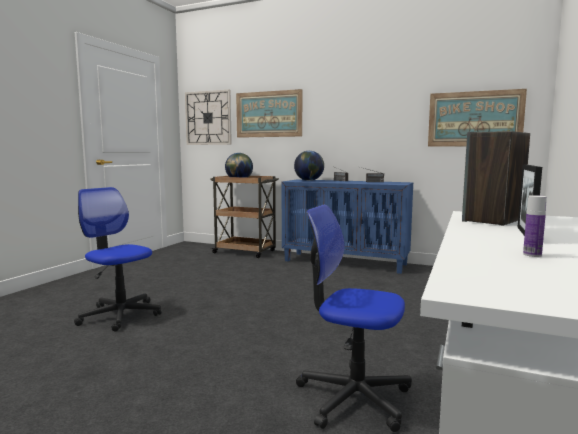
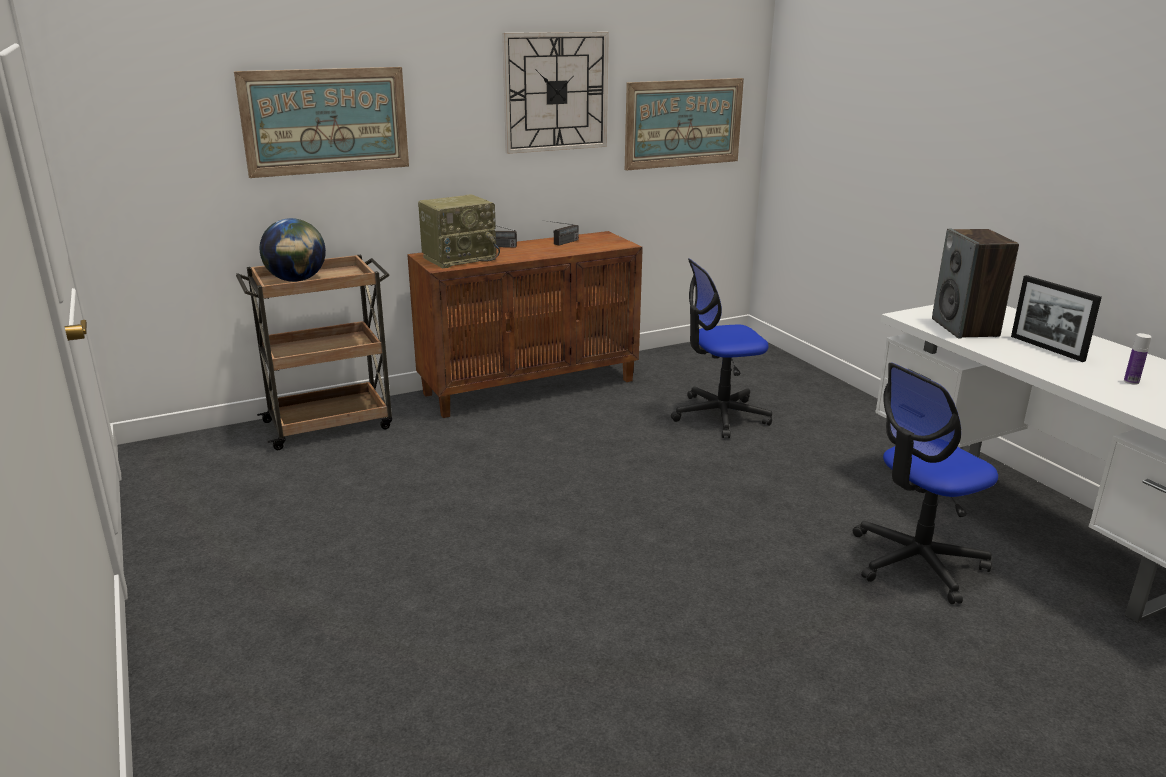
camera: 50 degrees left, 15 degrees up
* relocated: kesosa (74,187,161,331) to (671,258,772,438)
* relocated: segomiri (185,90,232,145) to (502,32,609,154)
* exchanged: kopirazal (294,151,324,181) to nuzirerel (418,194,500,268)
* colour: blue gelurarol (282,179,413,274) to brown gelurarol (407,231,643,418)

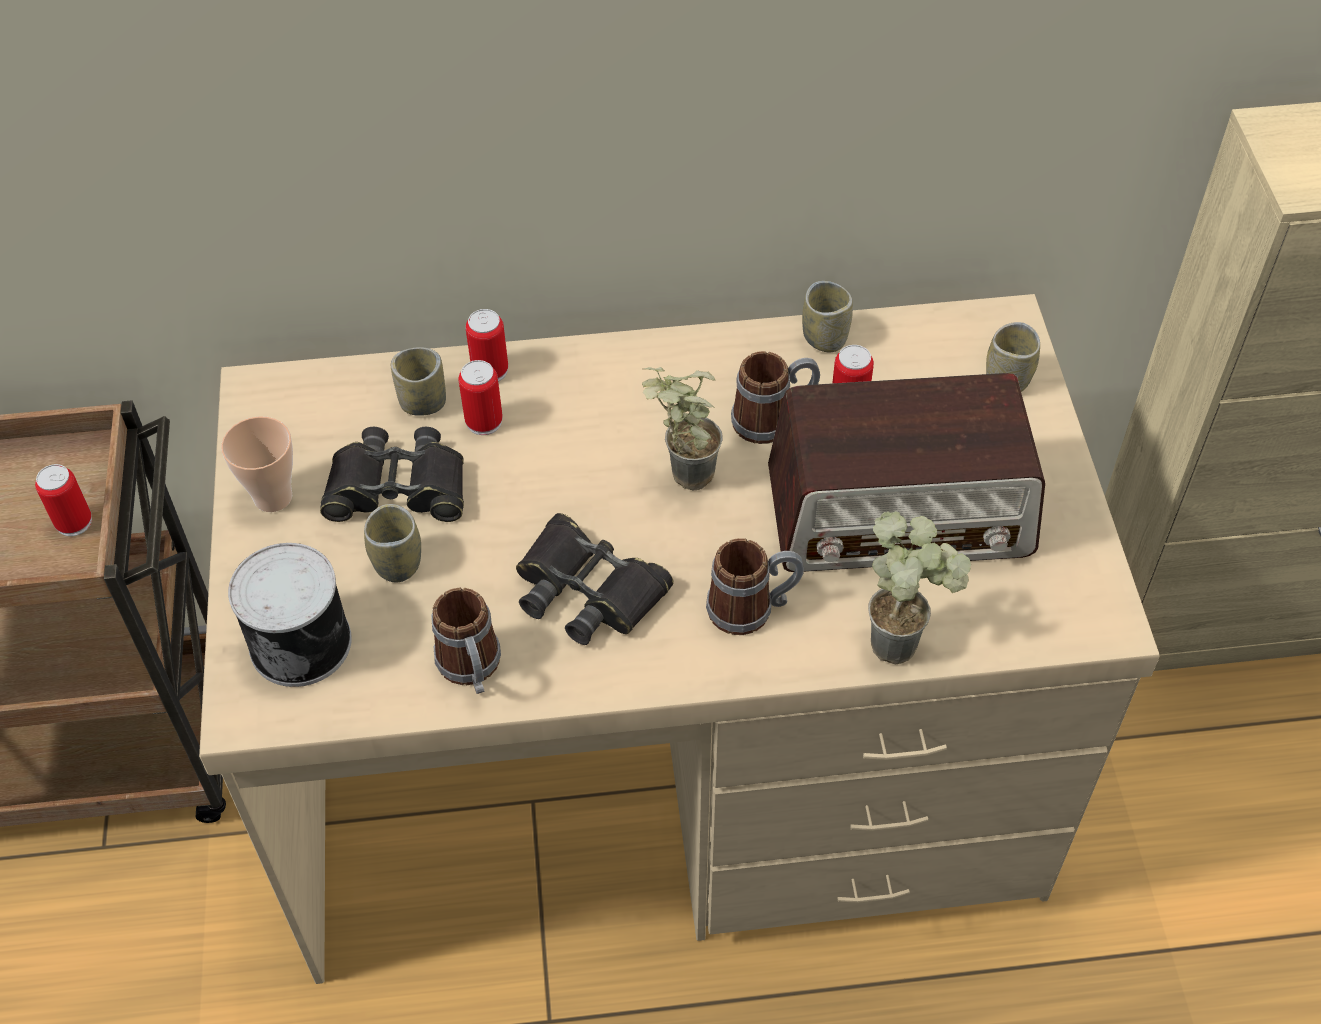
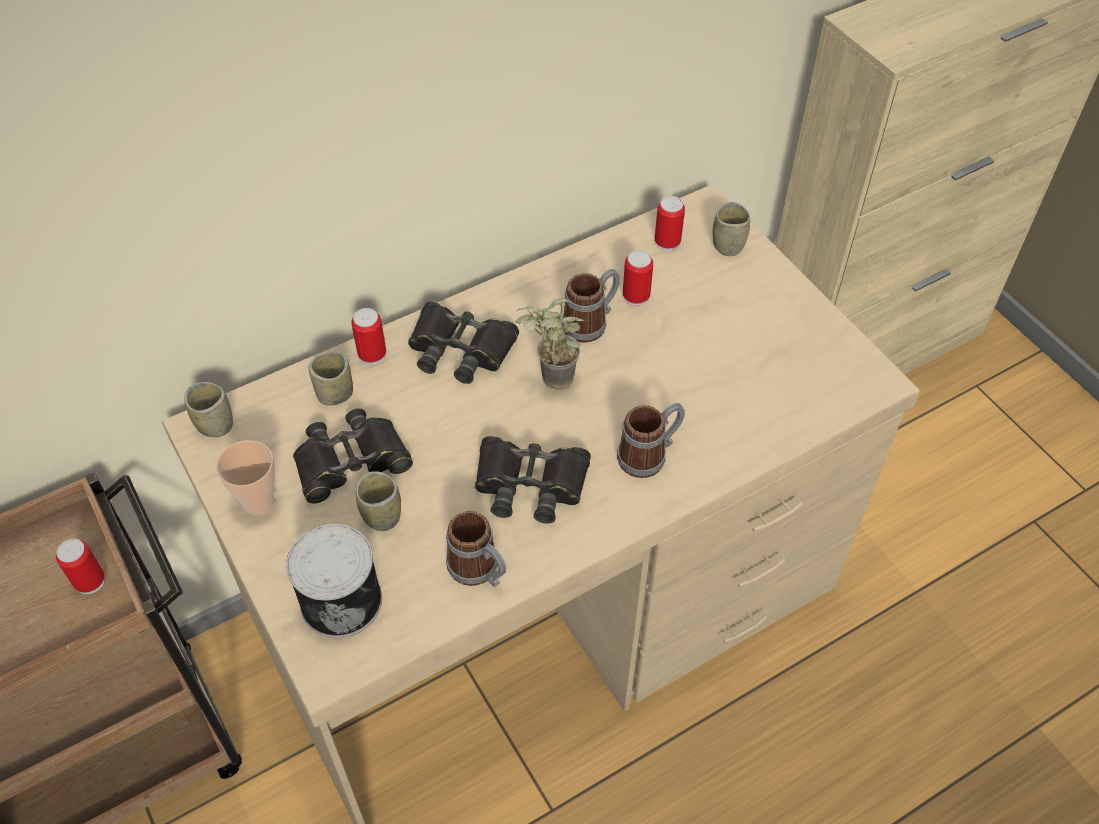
camera: 25 degrees left, 0 degrees up
* missing: nuzirerel (768,373,1045,572)
* missing: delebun (868,511,971,664)
* appeared: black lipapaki (408,301,519,384)
* relocated: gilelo (459,360,503,435) to (655,196,685,251)
* relocated: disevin (802,281,853,352) to (185,382,233,437)

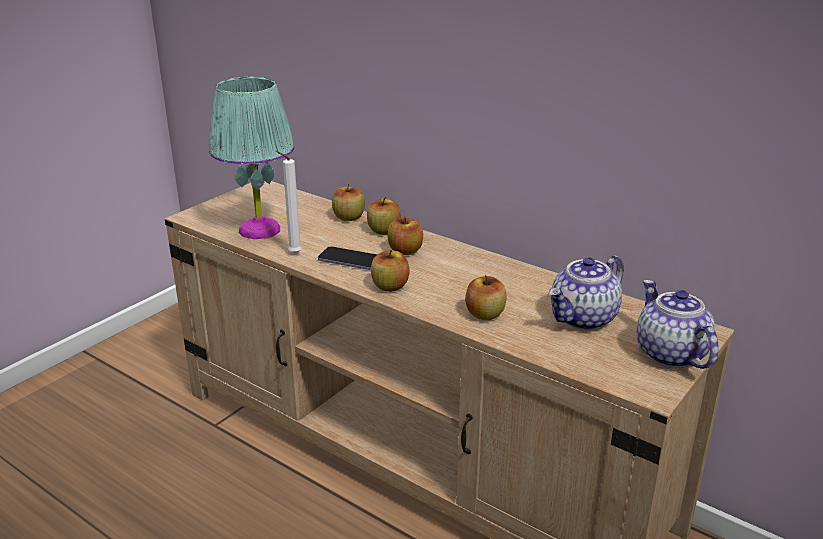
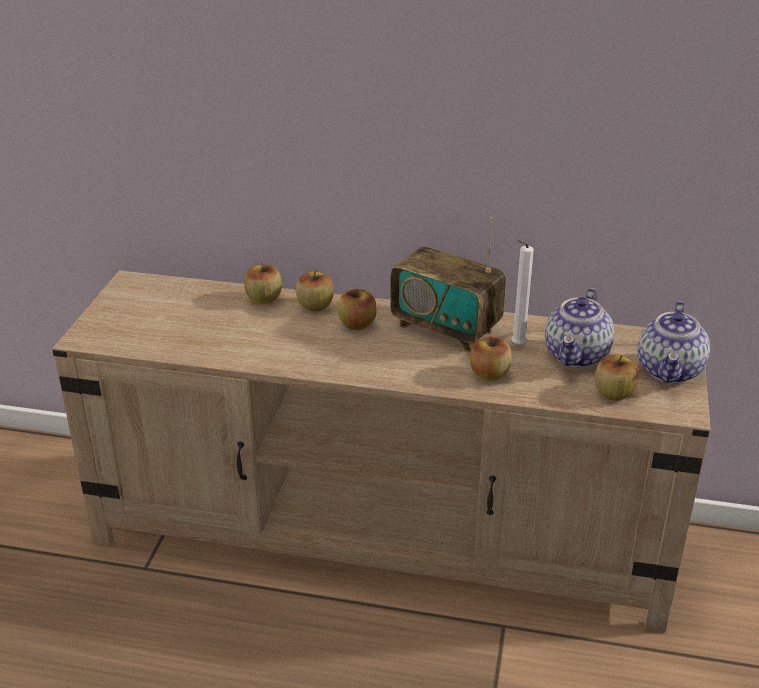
camera: 25 degrees left, 5 degrees up
* missing: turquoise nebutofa (209,76,294,239)
* missing: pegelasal (318,246,377,270)
* appeared: nuzirerel (390,217,507,352)
* relocated: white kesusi (276,151,302,254) to (511,240,534,345)
* relocated: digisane (371,250,410,292) to (595,354,639,400)
* spun: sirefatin (637,280,719,369) = (638,301,710,383) 120 degrees counterclockwise

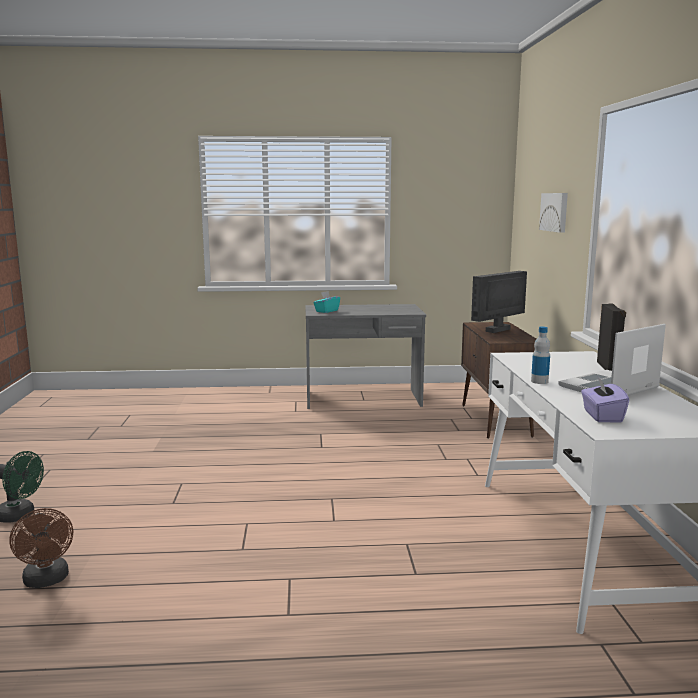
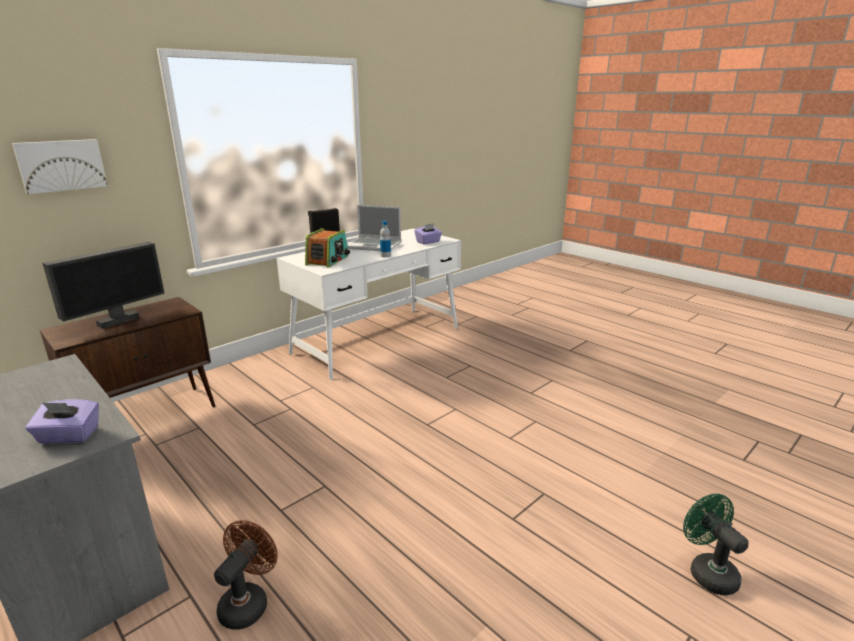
camera: 130 degrees left, 10 degrees up
* appeared: nuzirerel (305,228,350,268)
* relocated: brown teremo (9,508,73,588) to (214,520,278,630)
* colour: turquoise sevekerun (313,291,340,313) to purple sevekerun (26,399,99,444)
* spun: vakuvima (471,271,527,333) = (42,242,165,329) 60 degrees counterclockwise

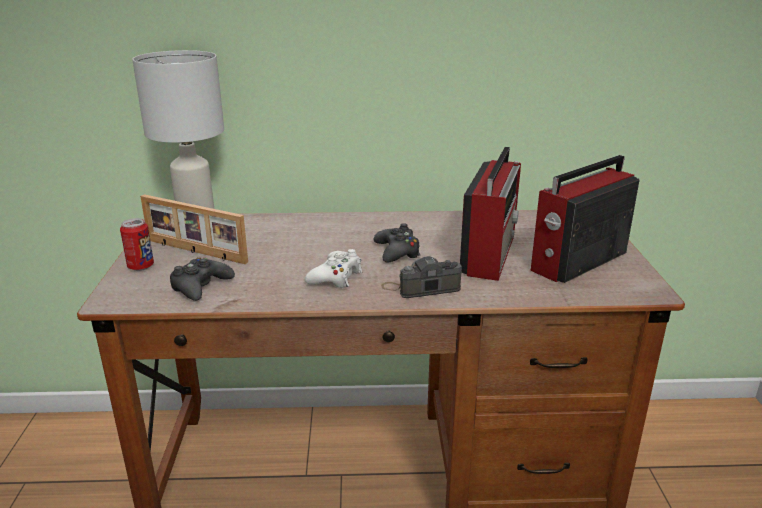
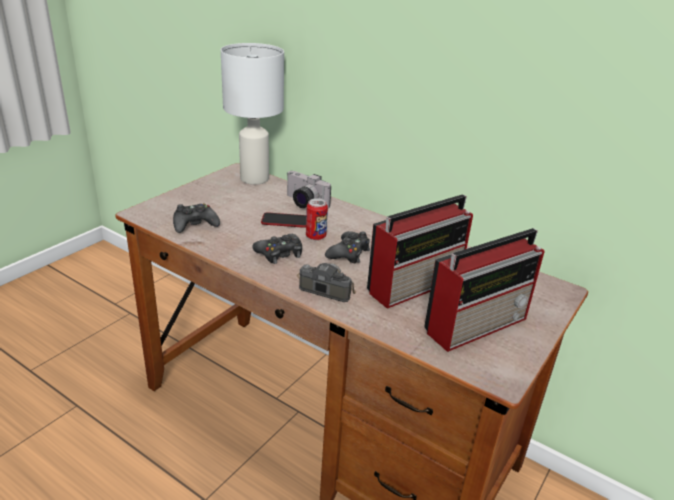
camera: 35 degrees right, 5 degrees up
* missing: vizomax (140,194,248,264)
* appeared: pegelasal (261,212,306,228)
* appeared: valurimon (287,171,331,208)
* relocated: gilelo (120,218,154,271) to (306,198,328,240)
* colour: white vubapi (305,249,362,288) to black vubapi (252,234,302,264)
* spun: nuzirerel (531,155,640,283) = (424,228,544,352) 150 degrees clockwise

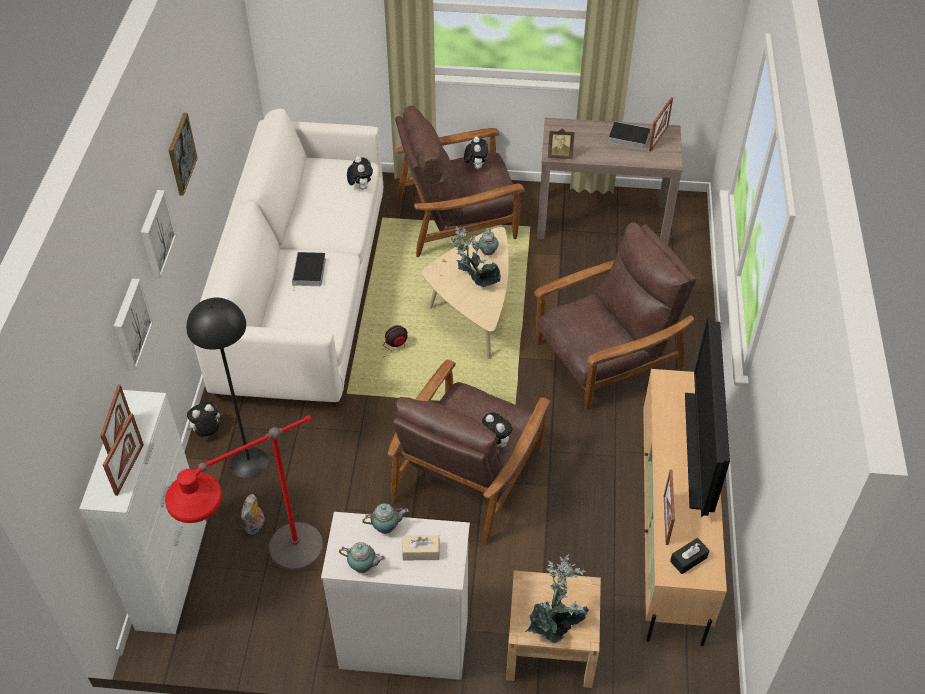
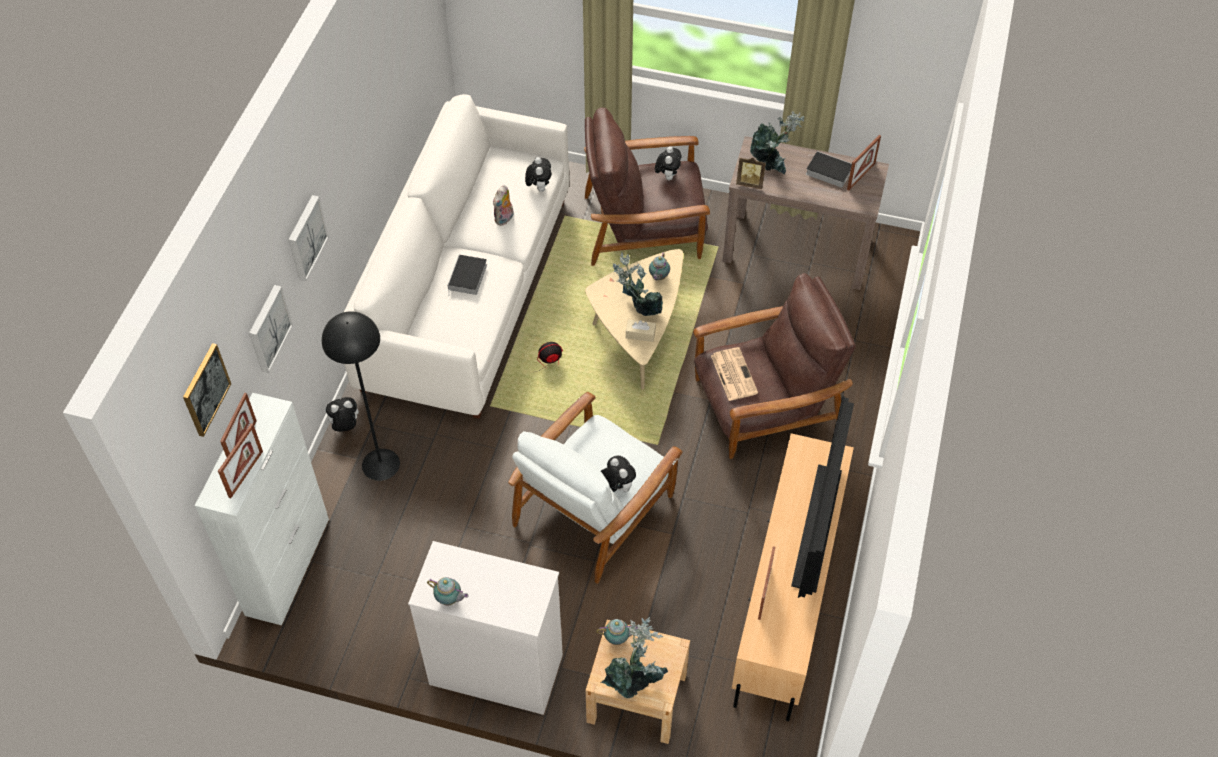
camera: 10 degrees right, 5 degrees up
* missing: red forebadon (165,415,324,572)
* missing: black sevekerun (670,538,709,574)
* appeared: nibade (711,347,758,401)
* appeared: delebun (750,111,804,174)
* relocated: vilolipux (169,113,198,196) to (183,343,231,437)
* relocated: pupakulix (241,494,265,535) to (493,185,513,226)
* relocated: sirefatin (362,503,409,534) to (596,619,638,645)
* relocated: beige sevekerun (402,535,440,560) to (626,319,656,342)
* colour: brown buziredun (388,360,551,544) to white buziredun (508,392,683,584)

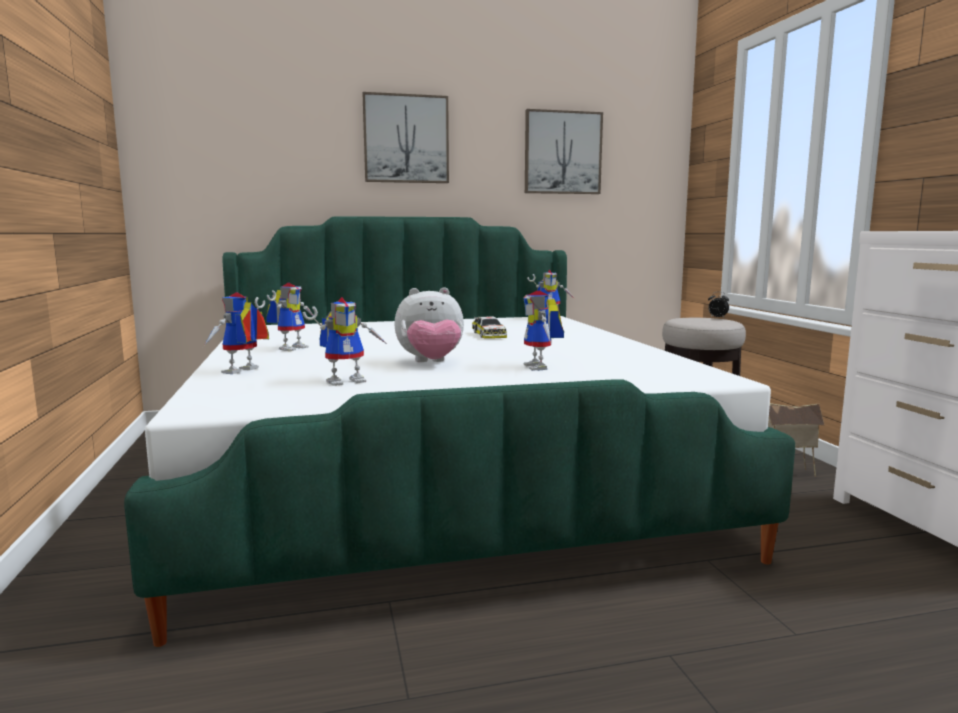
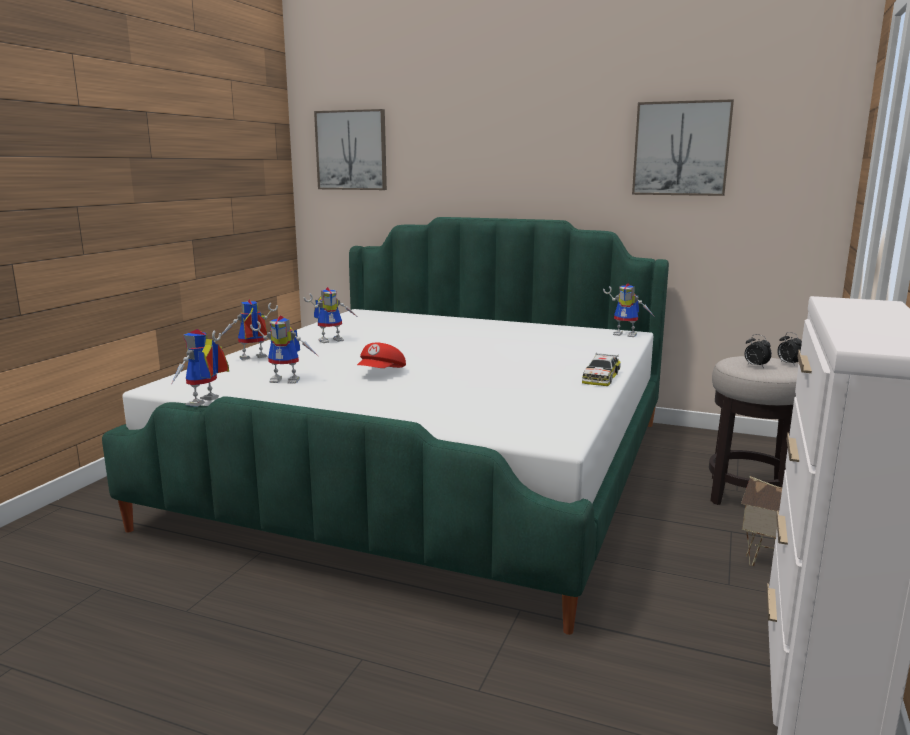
camera: 35 degrees right, 5 degrees up
* appeared: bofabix (744,334,772,368)
* relocated: vilolipux (362,92,449,183) to (314,109,387,190)
* relocated: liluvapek (472,316,507,339) to (582,353,621,386)
* relocated: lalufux (523,290,564,371) to (172,329,229,407)
* exchanged: pupakulix (394,287,464,362) to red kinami (357,343,406,368)

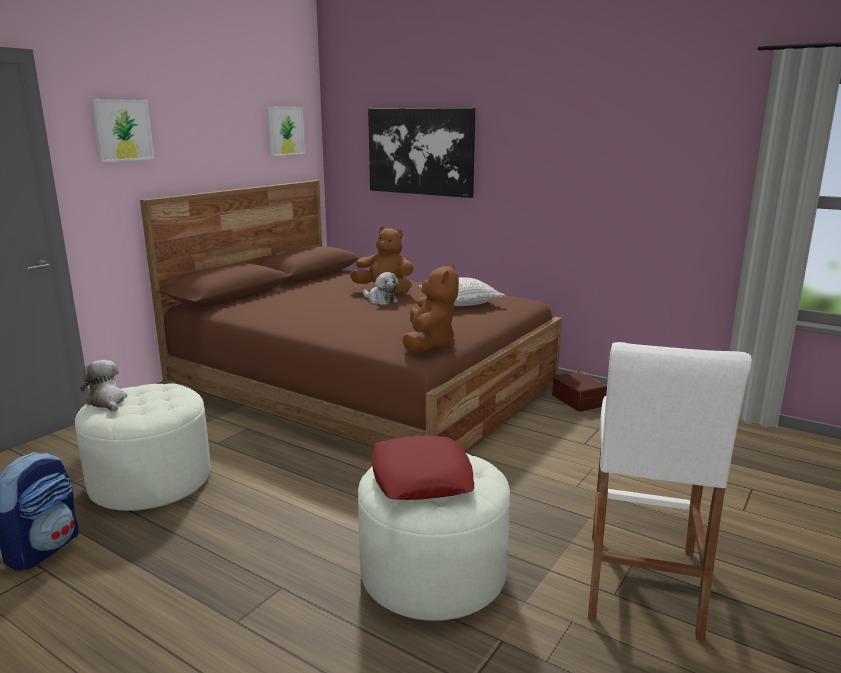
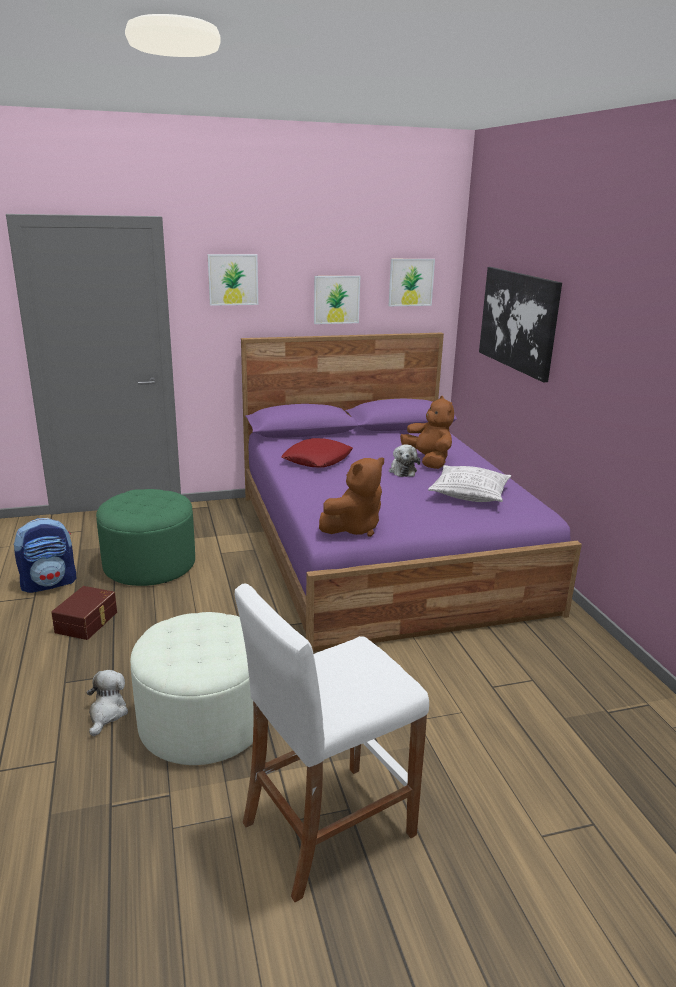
camera: 40 degrees right, 5 degrees up
* appeared: vilolipux (314,276,361,324)
* relocated: pupakulix (81,360,127,411) to (87,670,128,736)
* relocated: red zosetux (372,435,474,500) to (281,438,353,468)
* relocated: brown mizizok (552,371,607,412) to (51,586,117,640)
* colour: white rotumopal (75,383,211,511) to green rotumopal (96,489,195,586)
* colour: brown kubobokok (140,180,562,453) to purple kubobokok (241,333,582,652)

